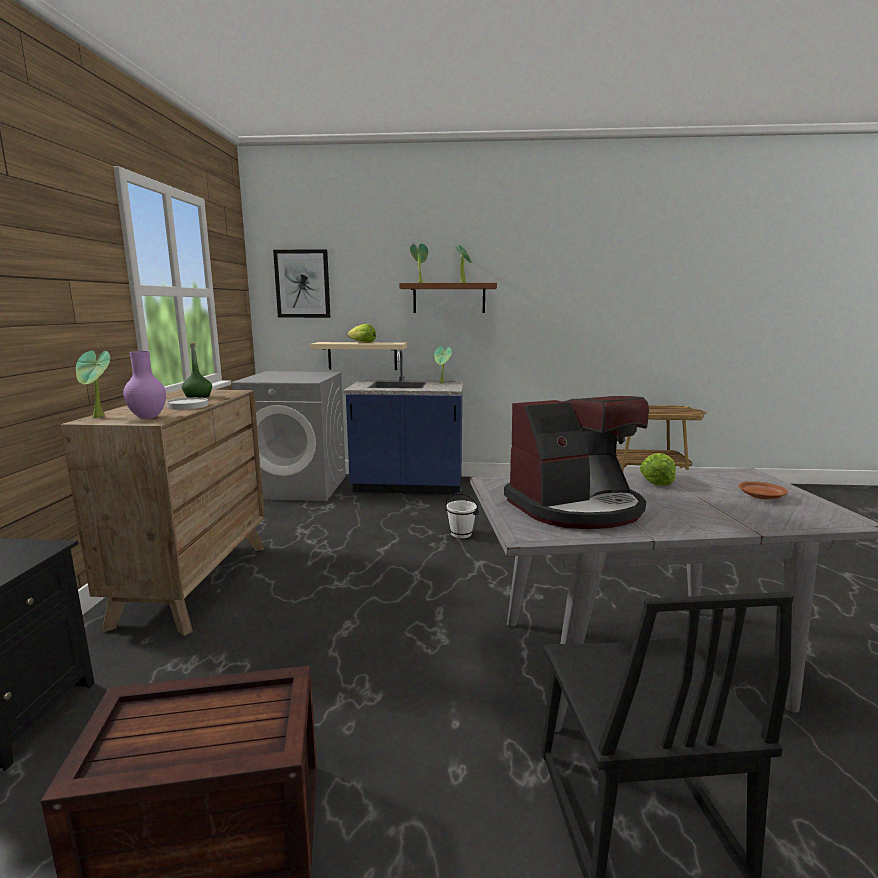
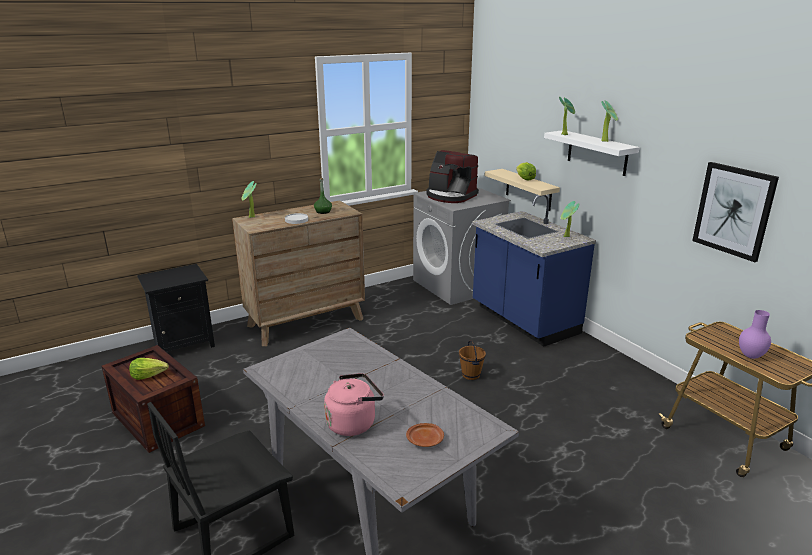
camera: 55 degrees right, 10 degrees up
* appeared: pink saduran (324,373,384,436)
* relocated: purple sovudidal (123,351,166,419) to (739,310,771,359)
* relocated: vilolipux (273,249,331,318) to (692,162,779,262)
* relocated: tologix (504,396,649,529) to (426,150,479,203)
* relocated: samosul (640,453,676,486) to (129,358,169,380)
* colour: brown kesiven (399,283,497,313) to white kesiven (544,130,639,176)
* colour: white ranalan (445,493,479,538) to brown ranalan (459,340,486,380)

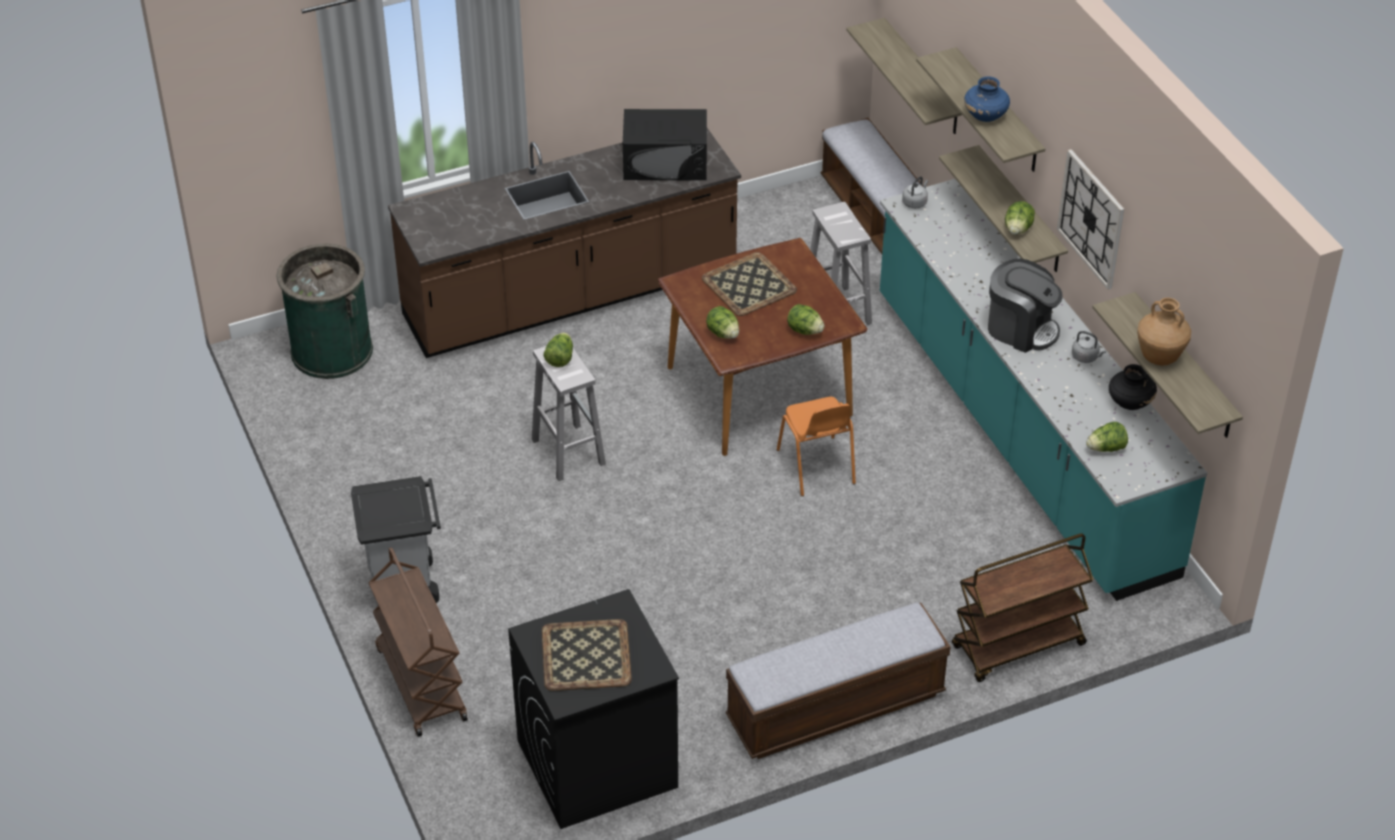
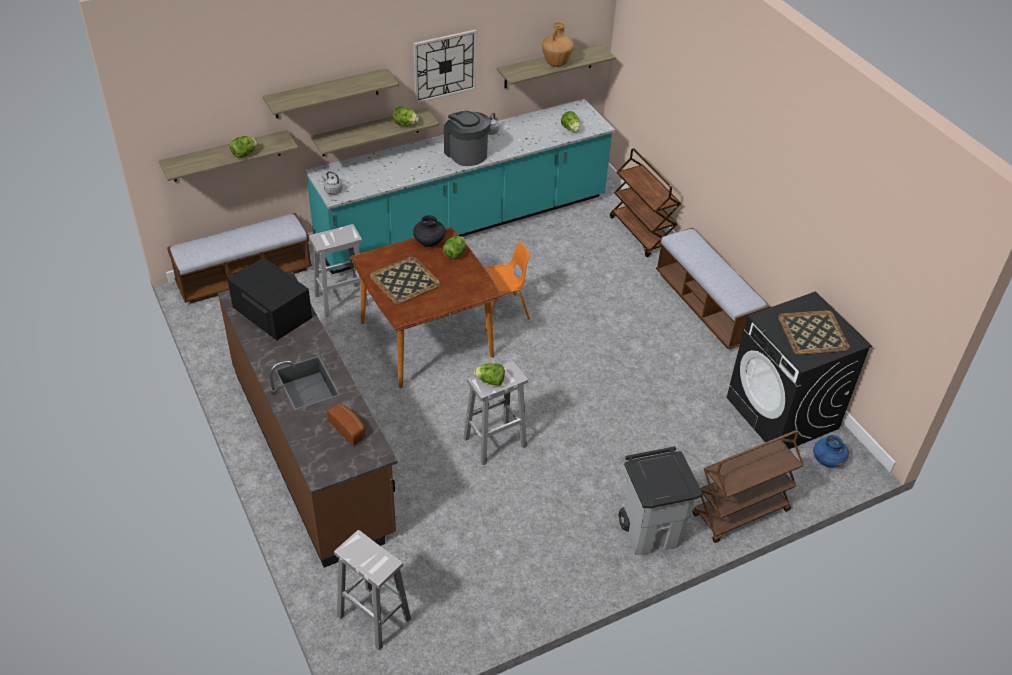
camera: 95 degrees left, 0 degrees up
* appeared: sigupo (327,404,366,446)
* relocated: samosul (706,306,739,339) to (230,136,258,158)
* relocated: blue sovudidal (964,76,1010,122) to (813,435,849,468)
* relocated: black sovudidal (1109,364,1157,410) to (413,215,445,247)
* exchanged: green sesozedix (277,244,373,379) to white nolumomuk (334,530,411,650)
* spun: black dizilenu (623,109,707,180) = (227,257,312,341) 45 degrees counterclockwise
* spun: tologix (988,259,1063,353) = (444,111,491,166) 60 degrees counterclockwise

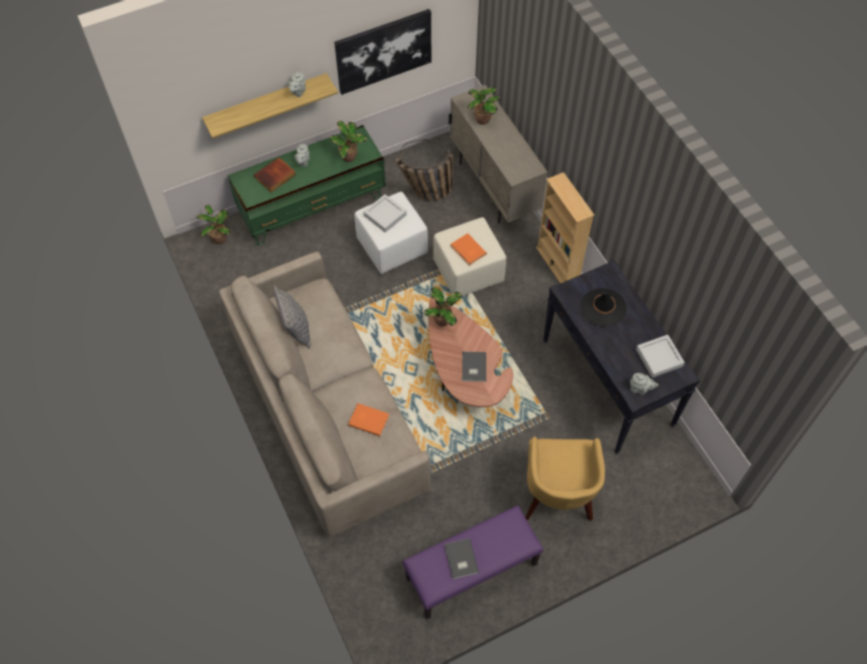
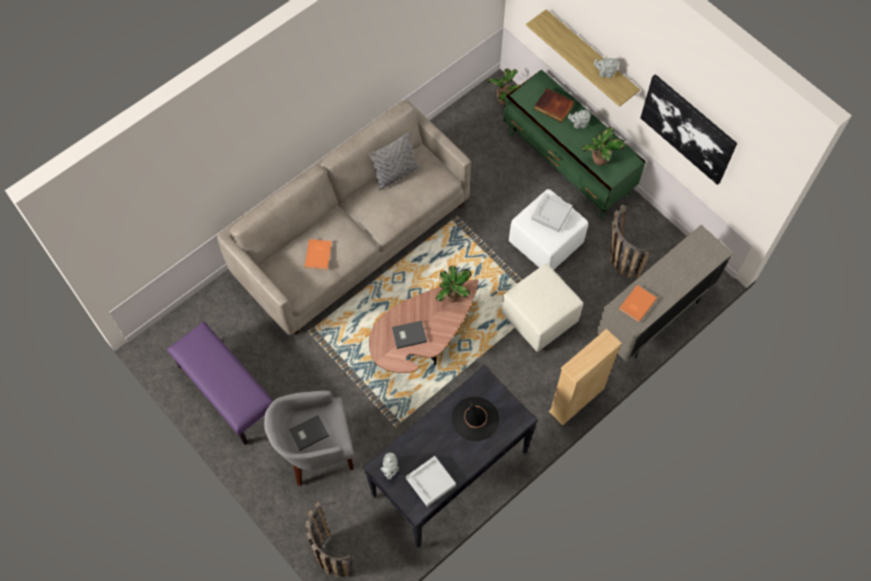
camera: 75 degrees right, 5 degrees up
* missing: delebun (468,87,500,125)
* appeared: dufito (306,502,360,578)
* relocated: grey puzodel (444,538,479,579) to (289,415,329,451)
* relocated: orange puzodel (451,233,487,265) to (619,285,657,322)
* colour: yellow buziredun (525,437,605,521) to grey buziredun (264,390,354,486)

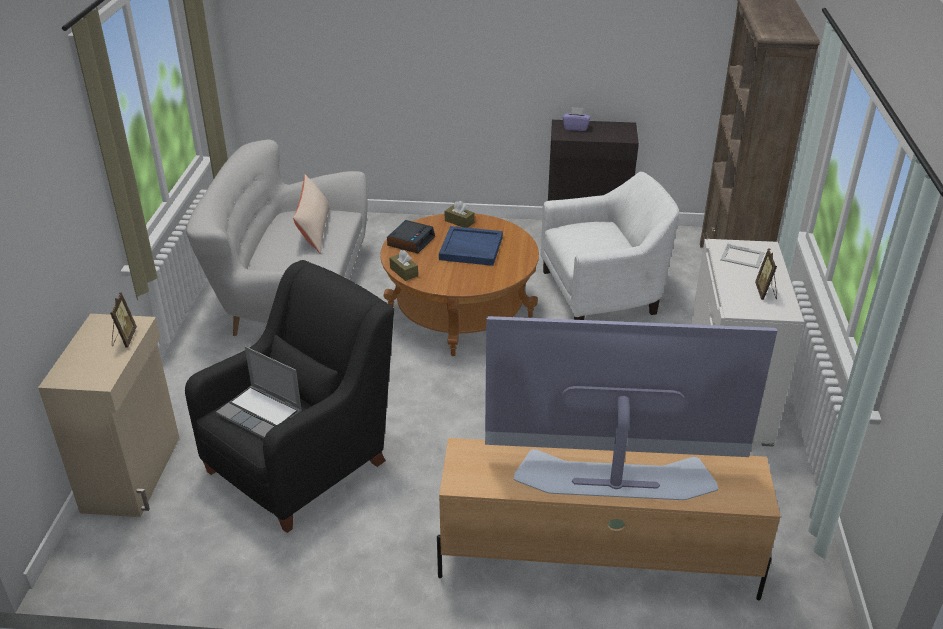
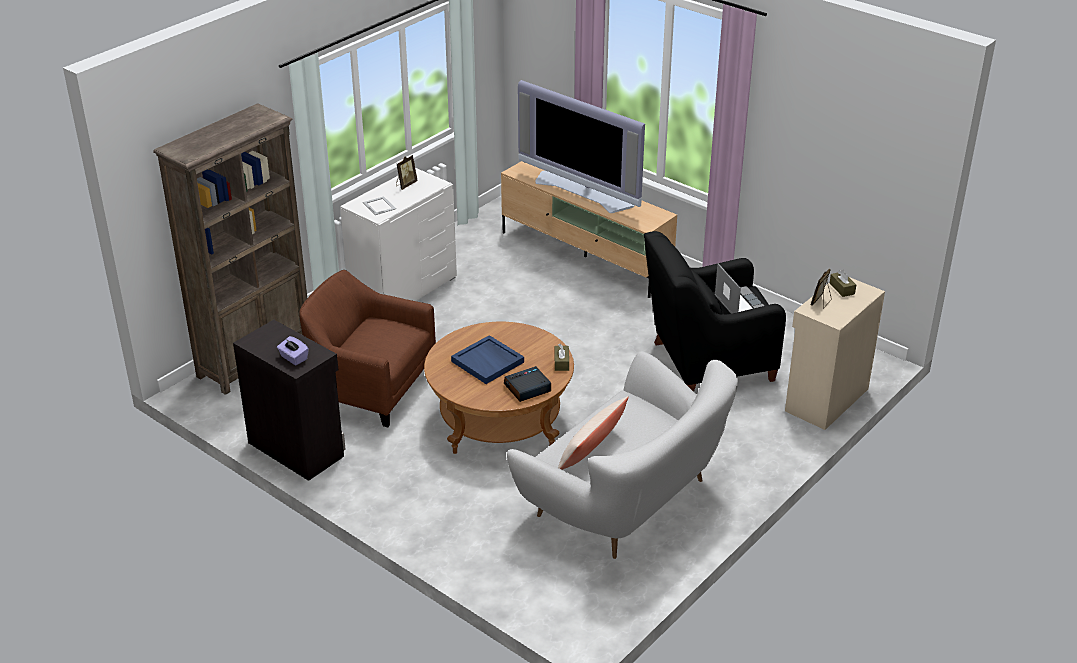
camera: 145 degrees left, 0 degrees up
* relocated: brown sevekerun (445,201,475,228) to (830,270,856,297)
* colour: white buziredun (541,172,679,320) to brown buziredun (299,270,436,427)

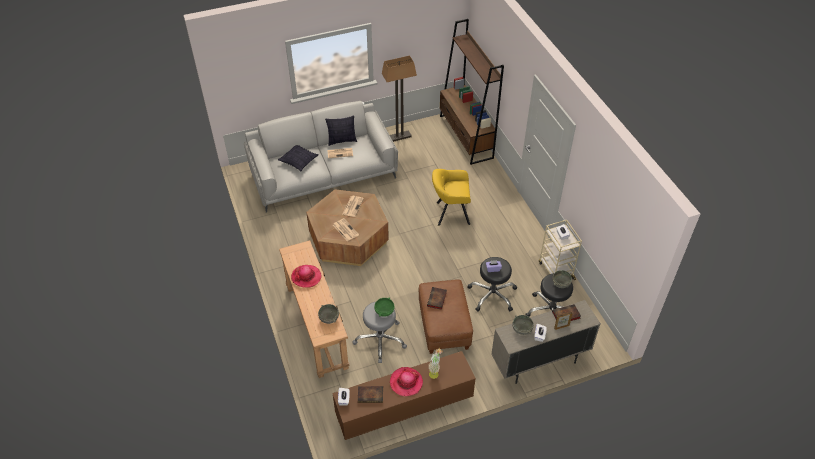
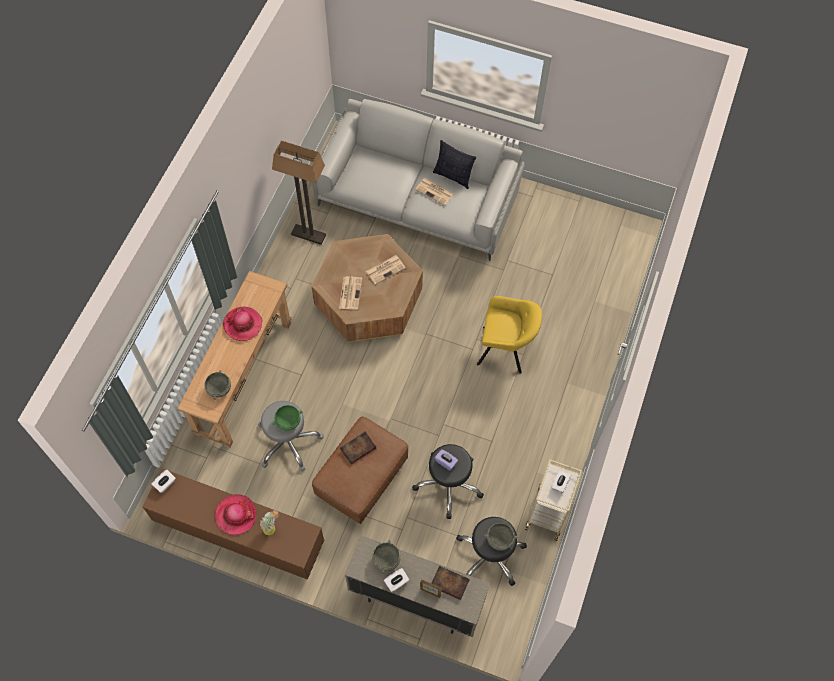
camera: 40 degrees right, 15 degrees up
* missing: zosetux (278,145,319,171)
* missing: puzodel (358,386,383,403)
* missing: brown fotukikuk (440,19,504,165)
* relocated: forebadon (382,56,417,142) to (272,140,326,245)
* spun: yellow buziredun (432,169,471,226) = (477,296,542,373) 150 degrees clockwise

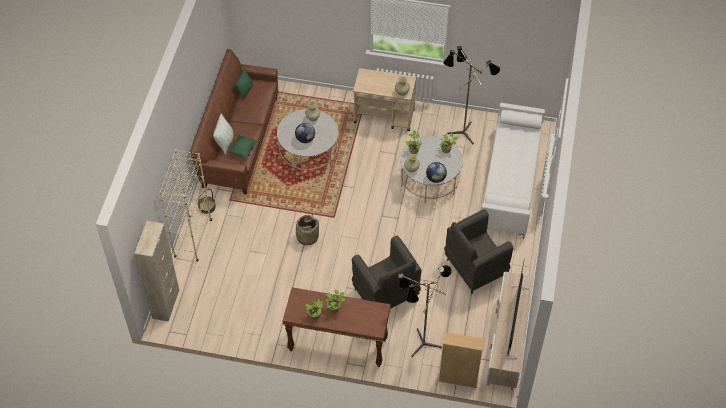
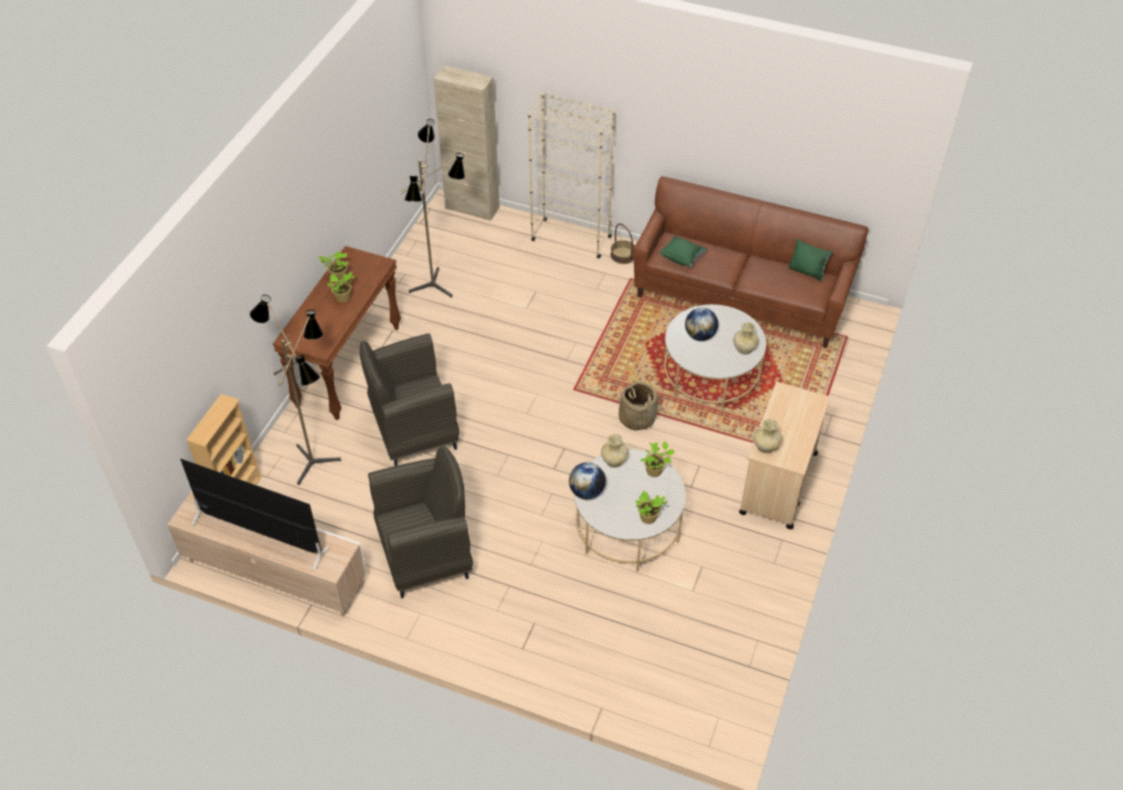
camera: 100 degrees right, 5 degrees down
* missing: zosetux (213,114,234,154)
* missing: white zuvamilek (481,103,545,239)
* relocated: dufito (296,215,319,245) to (619,382,658,430)
* relocated: forebadon (443,46,500,145) to (400,119,465,297)
* spun: grey buziredun (444,209,513,294) = (368,446,473,598) 90 degrees clockwise

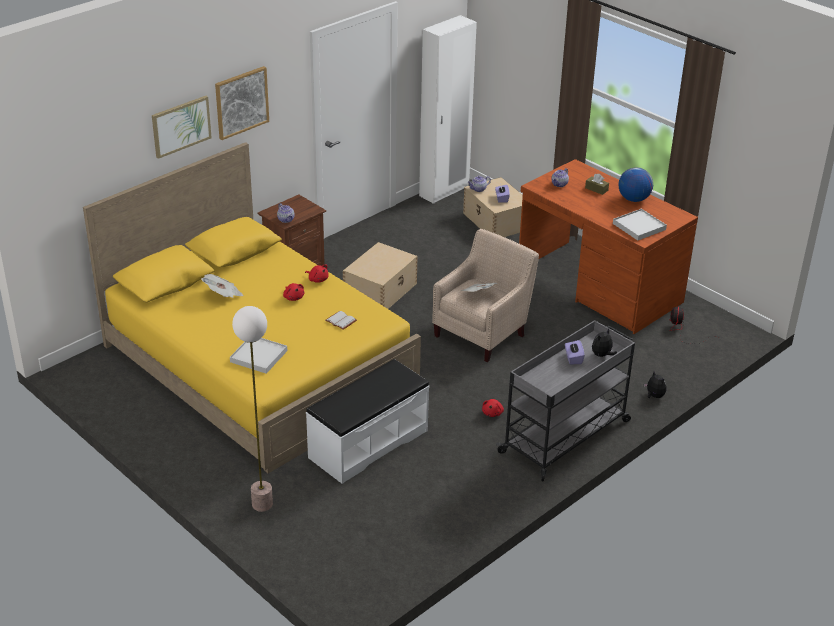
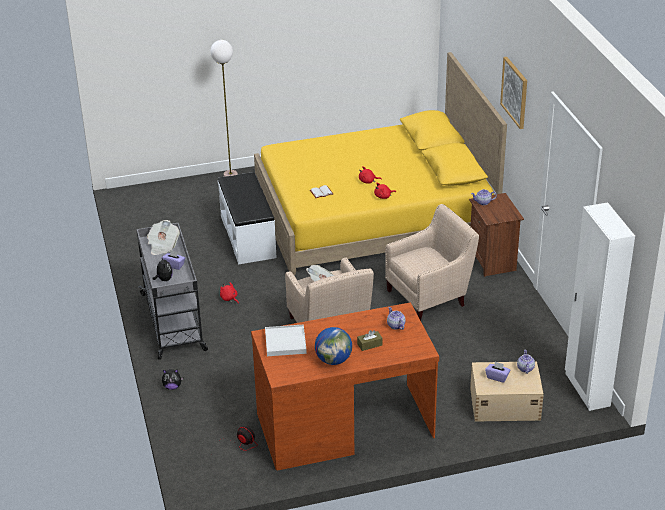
camera: 120 degrees right, 0 degrees up
* missing: vilolipux (152,96,212,159)
* missing: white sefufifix (230,338,287,374)
* relocated: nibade (201,274,244,298) to (147,220,180,255)
* exchanged: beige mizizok (343,242,418,309) to beige buziredun (385,204,479,321)

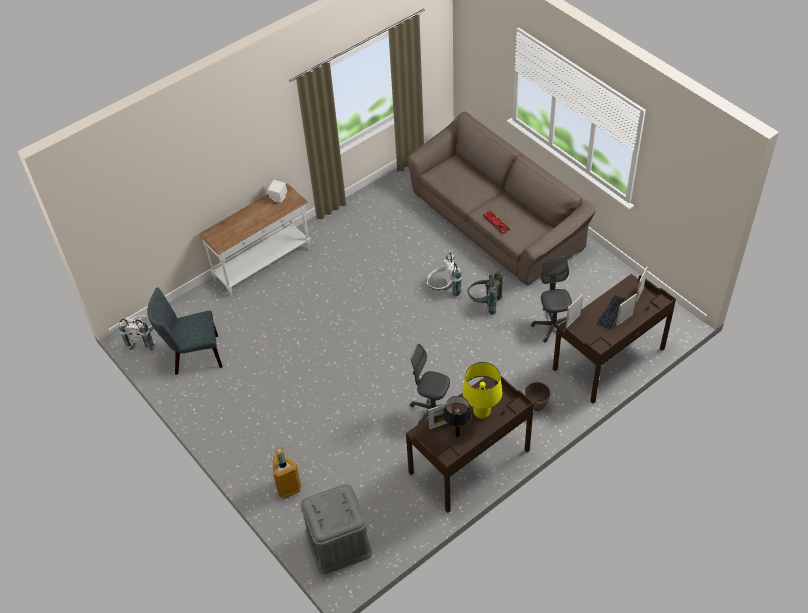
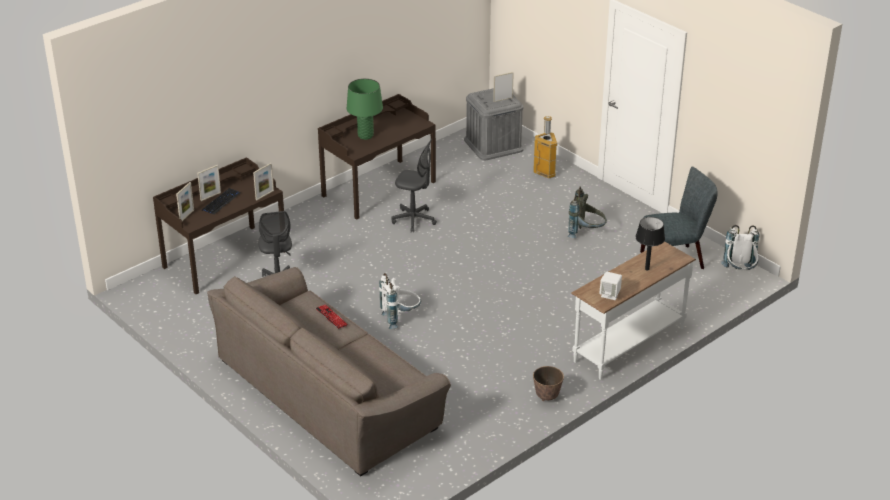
camera: 175 degrees right, 15 degrees down
* relocated: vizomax (428,403,452,429) to (493,72,514,102)
* relocated: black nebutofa (443,396,472,437) to (636,217,665,270)
* relocated: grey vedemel (467,271,503,315) to (568,187,607,238)
* relocated: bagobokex (524,382,551,411) to (533,366,564,401)
* colour: yellow nebutofa (462,362,502,419) to green nebutofa (347,78,383,140)

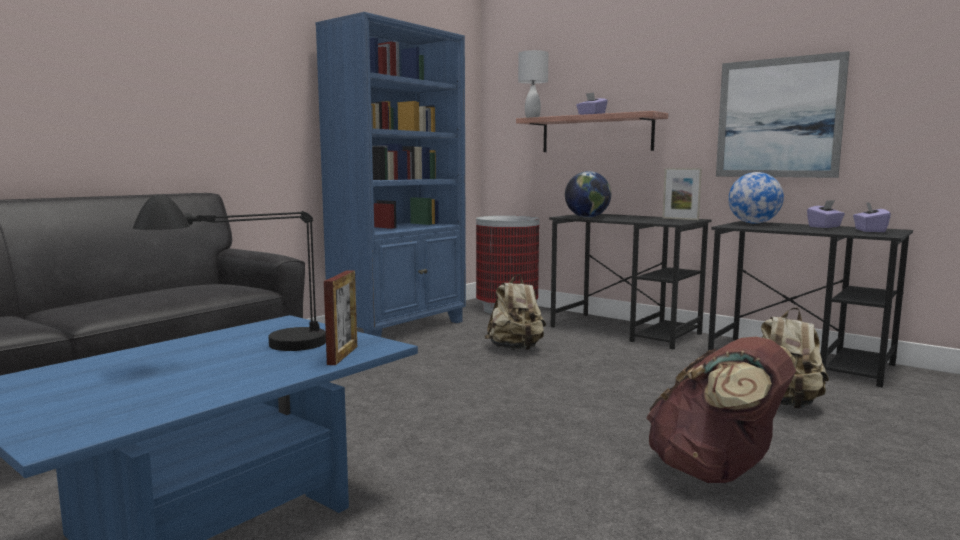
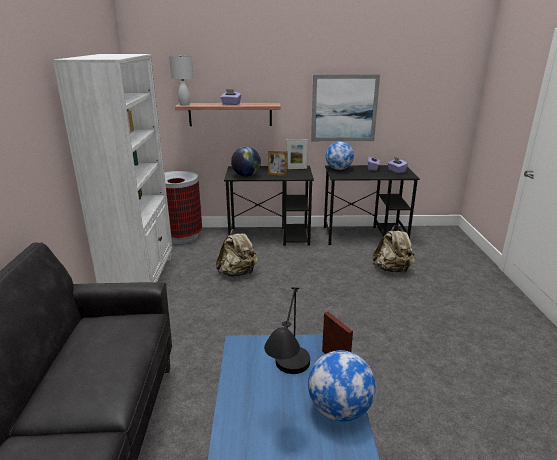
camera: 40 degrees left, 15 degrees up
* missing: brown vedemel (646,337,796,483)
* appeared: vizomax (268,151,288,176)
* appeared: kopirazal (308,350,376,422)
* colour: blue fotukikuk (315,12,466,337) to white fotukikuk (52,54,173,283)

